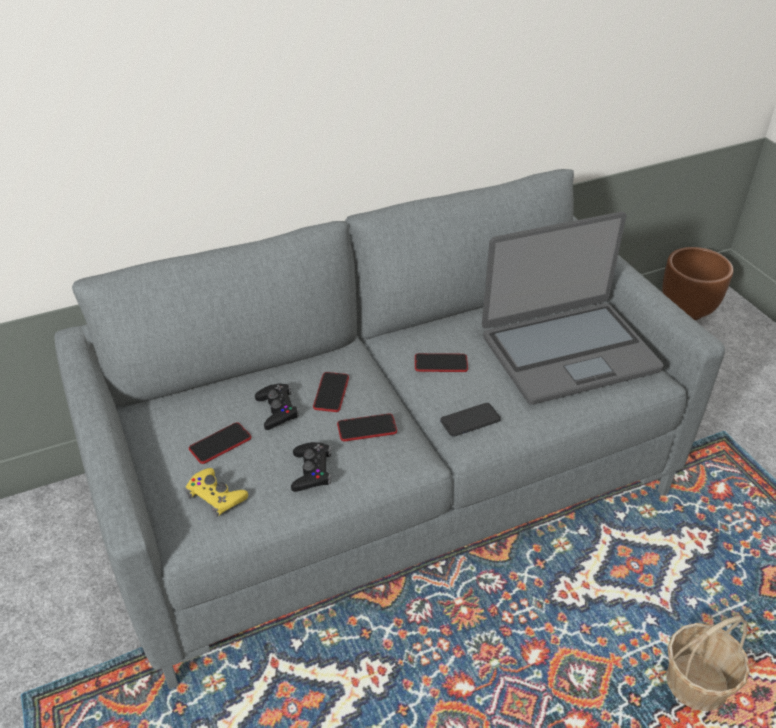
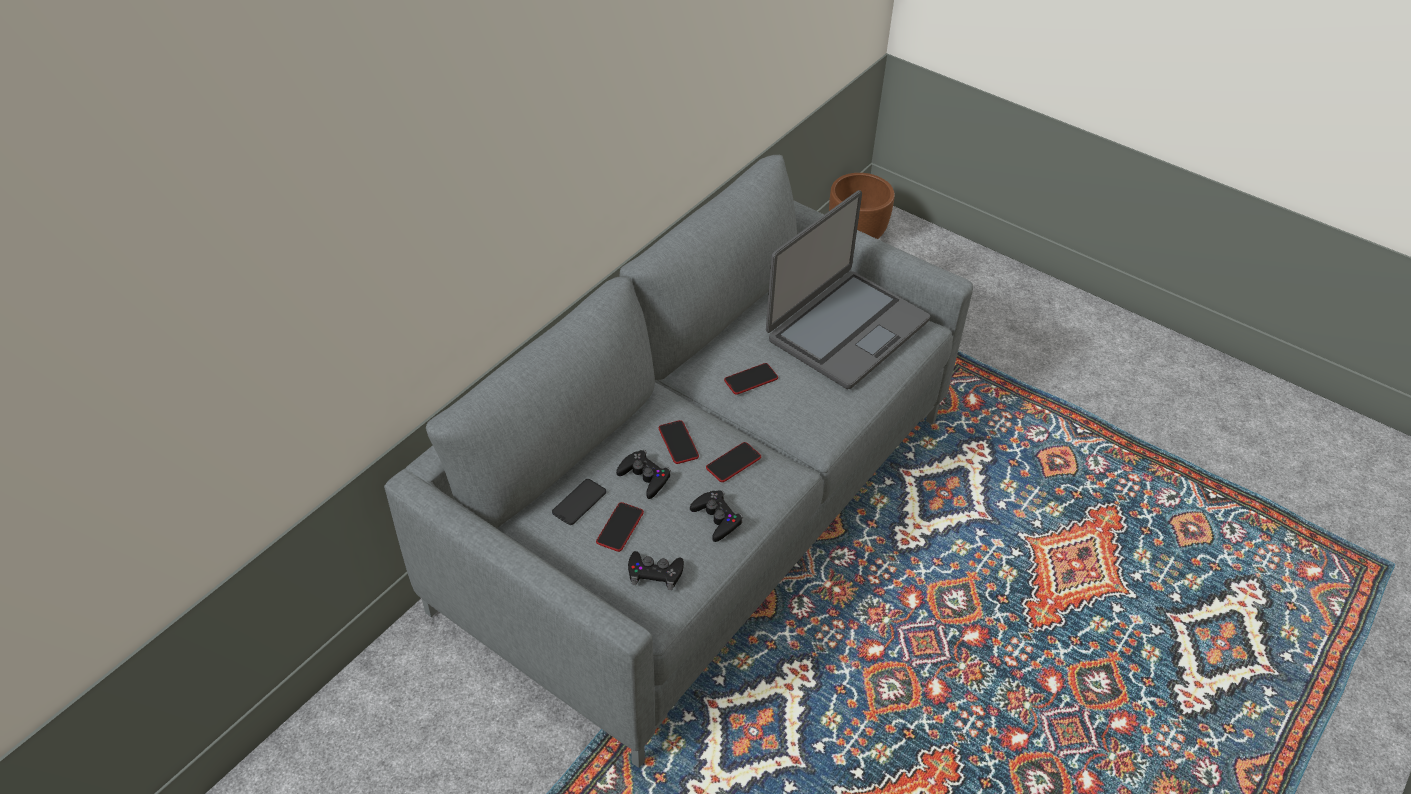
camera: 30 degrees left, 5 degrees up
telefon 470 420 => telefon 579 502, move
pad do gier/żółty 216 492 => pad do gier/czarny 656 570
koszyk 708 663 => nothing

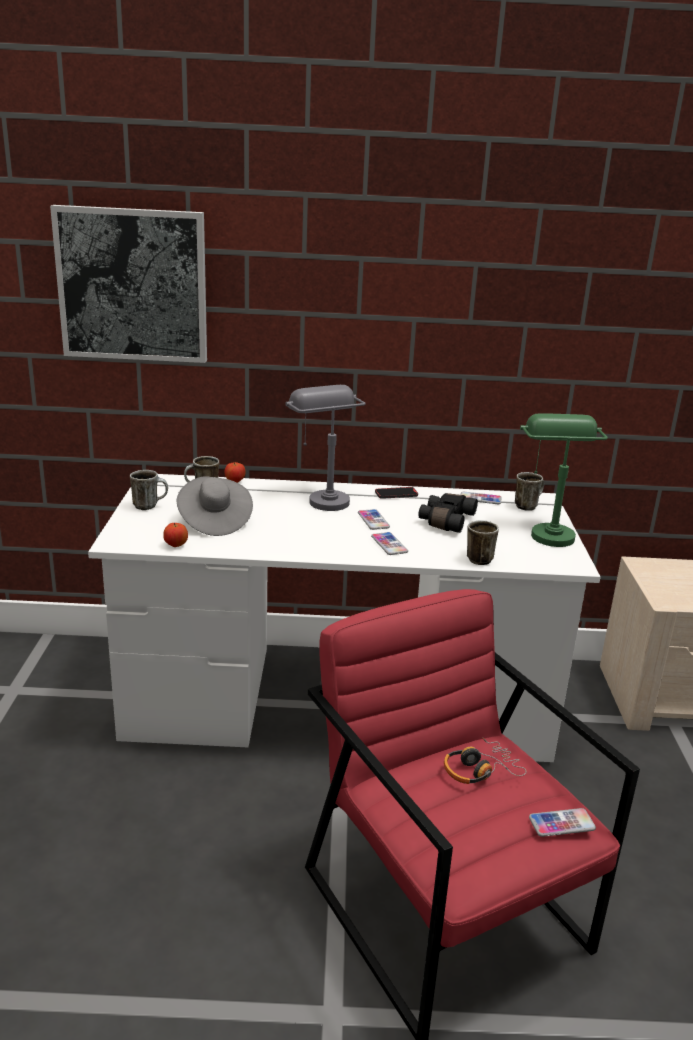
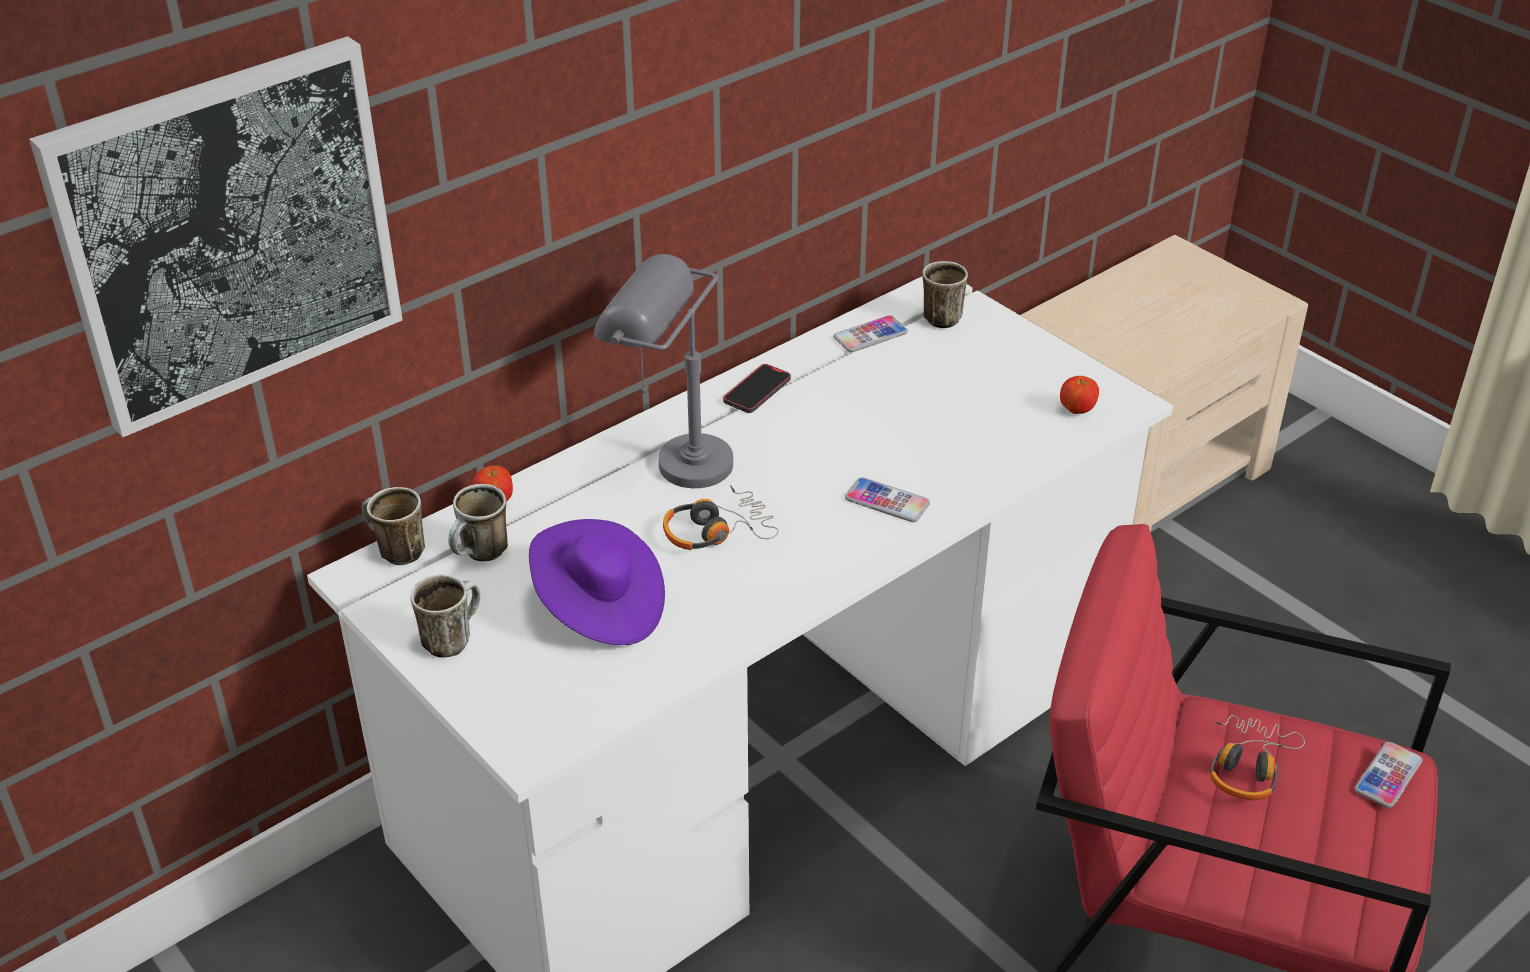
camera: 40 degrees left, 15 degrees up
lampa stołowa/zielony 564 480 => nothing
kapelusz/szary 215 506 => kapelusz/fioletowy 597 582
lornetka/czarny 448 513 => nothing
telefon 374 519 => nothing
kubek 483 542 => kubek 393 526, move
jabłko 175 535 => jabłko 1079 395, move
nothing => słuchawki 720 517

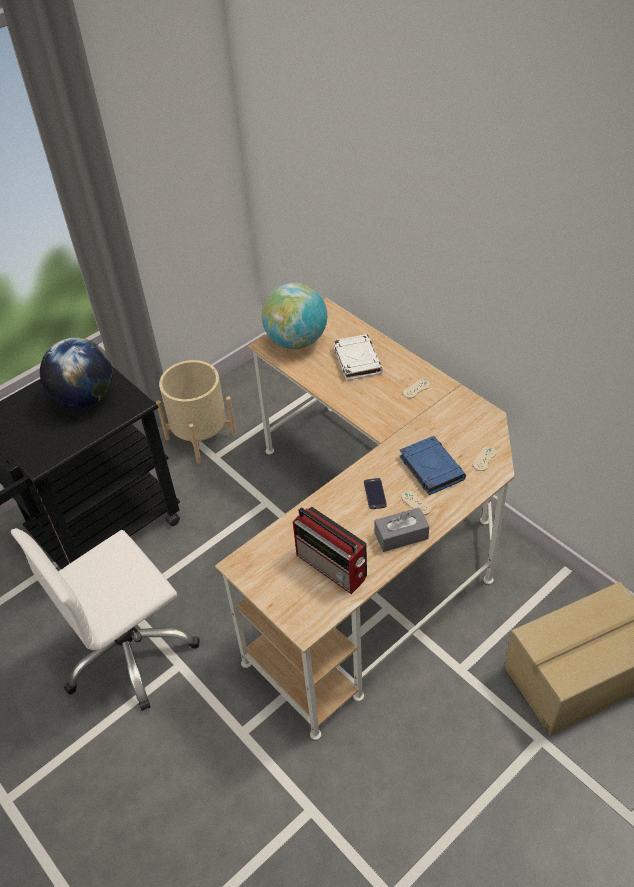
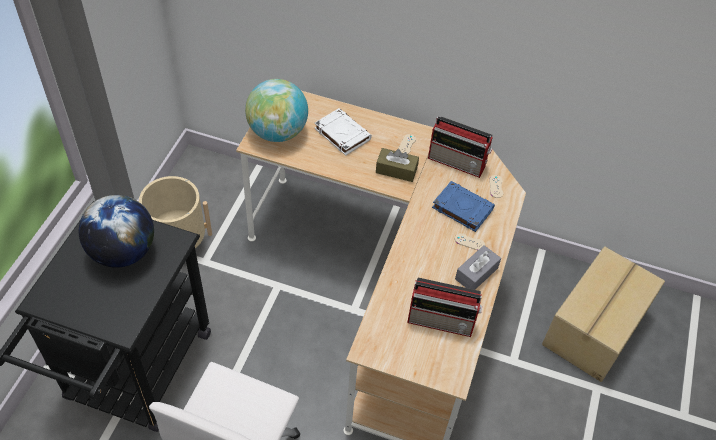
camera: 35 degrees left, 5 degrees up
telefon 375 493 => nothing
nothing => radio 460 147
nothing => pudełko chusteczek/brązowy 397 165

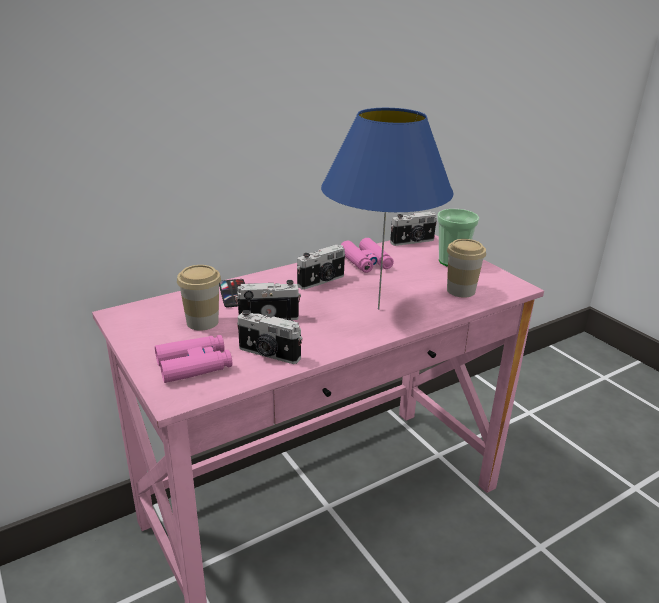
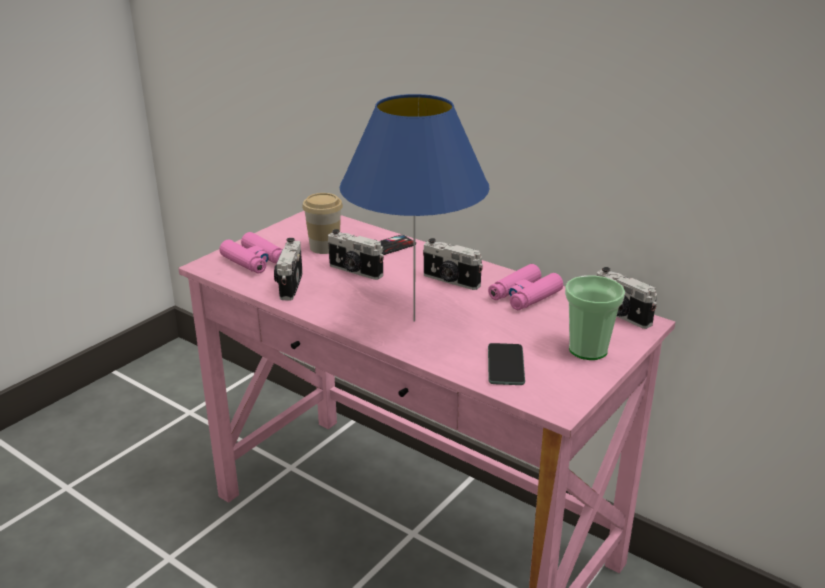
camera: 70 degrees right, 0 degrees up
filiżanka 466 268 => telefon 506 364
aparat fotograficzny 268 300 => aparat fotograficzny 356 254, 150 degrees clockwise

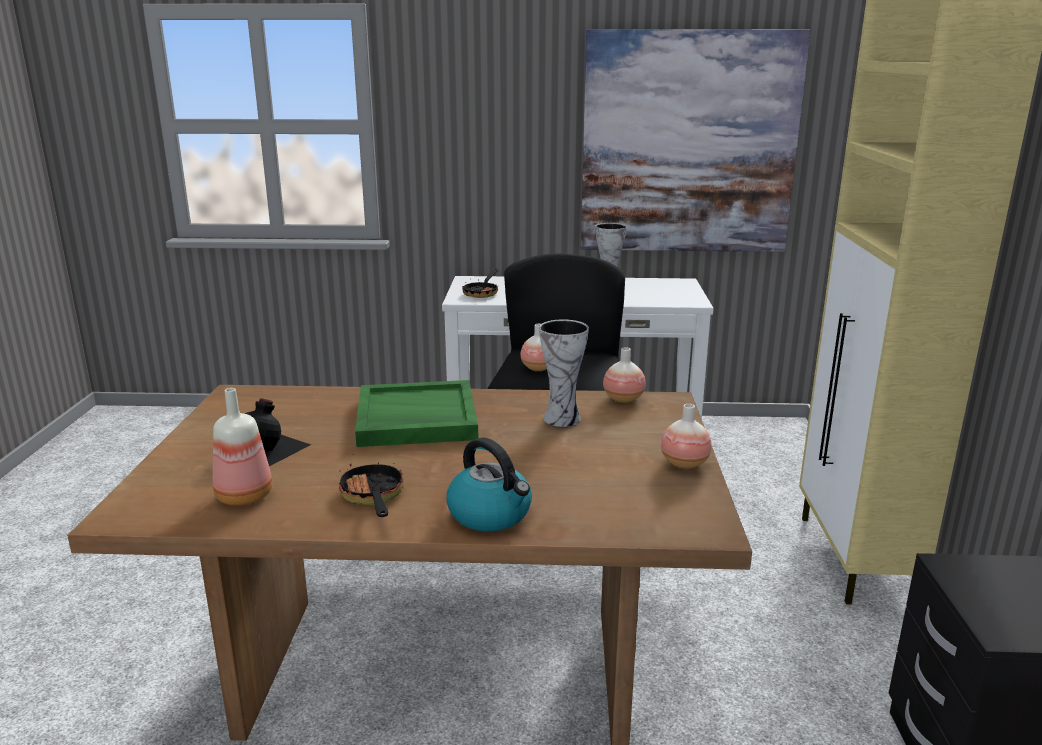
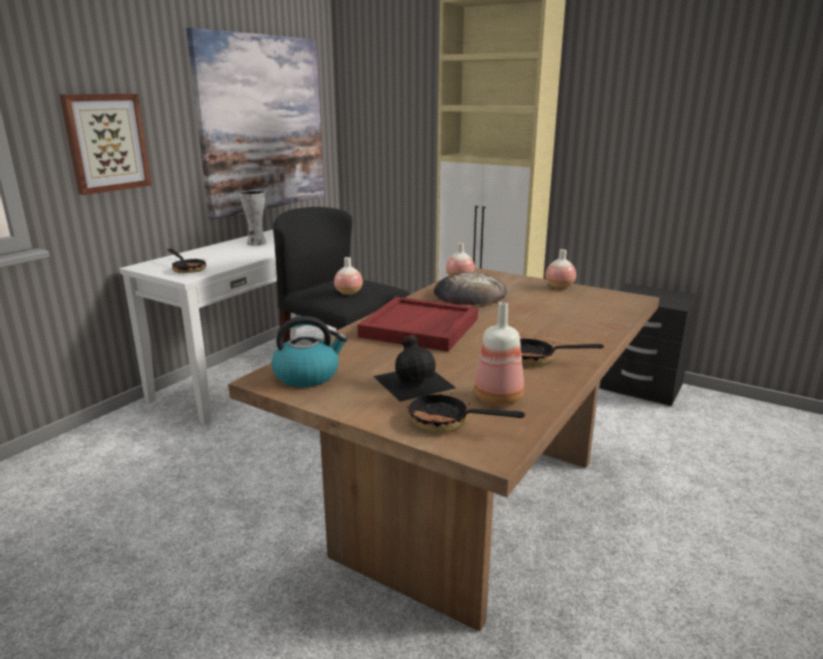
camera: 60 degrees left, 0 degrees up
wazon 564 373 => chleb 470 288
taca/zielony 416 413 => taca/czerwony 418 324
czajnik 489 484 => czajnik 309 351, move
nothing => obraz 105 144
nothing => patelnia 466 412

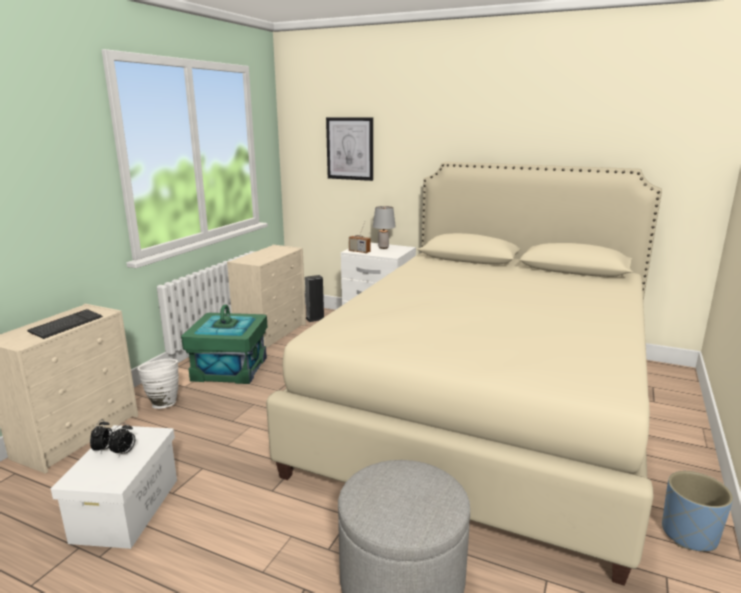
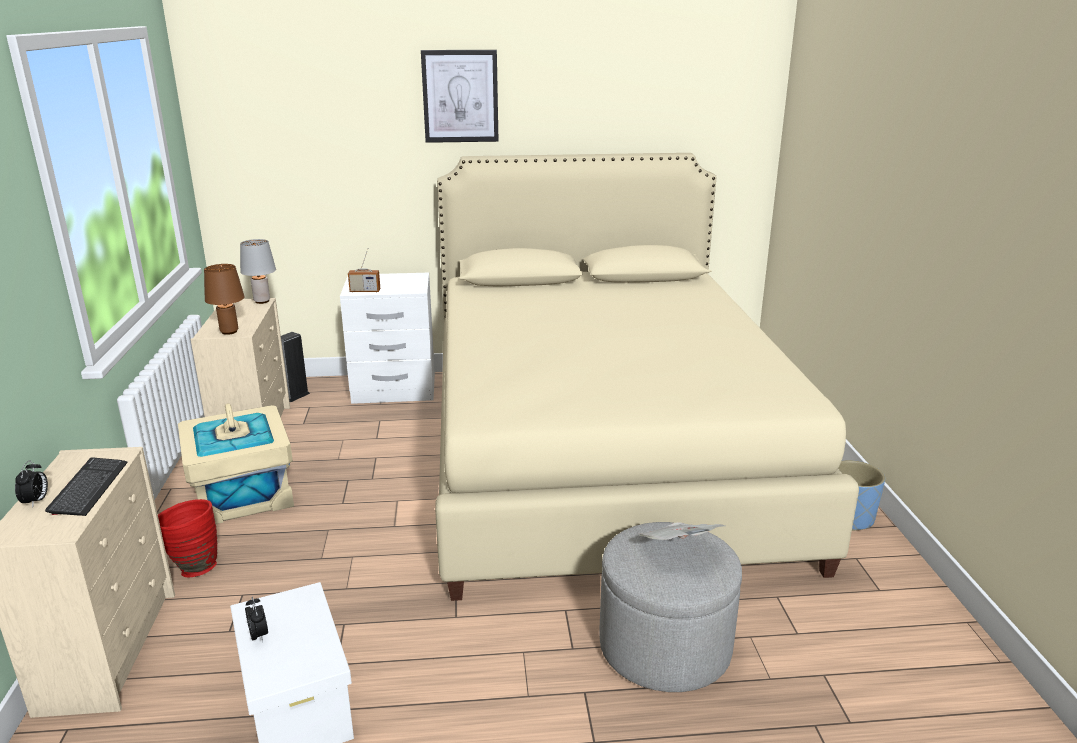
camera: 30 degrees left, 5 degrees up
obraz 349 149 => obraz 460 96, move
lampa stołowa/szary 384 227 => lampa stołowa/szary 258 271, move
pojemnik do przechowywania/zielony 224 344 => pojemnik do przechowywania/beżowy 236 463
wazon/biały 158 384 => wazon/czerwony 187 538
budzik 122 439 => budzik 31 484, move
nothing => lampa stołowa/brązowy 224 299
nothing => gazeta 682 531

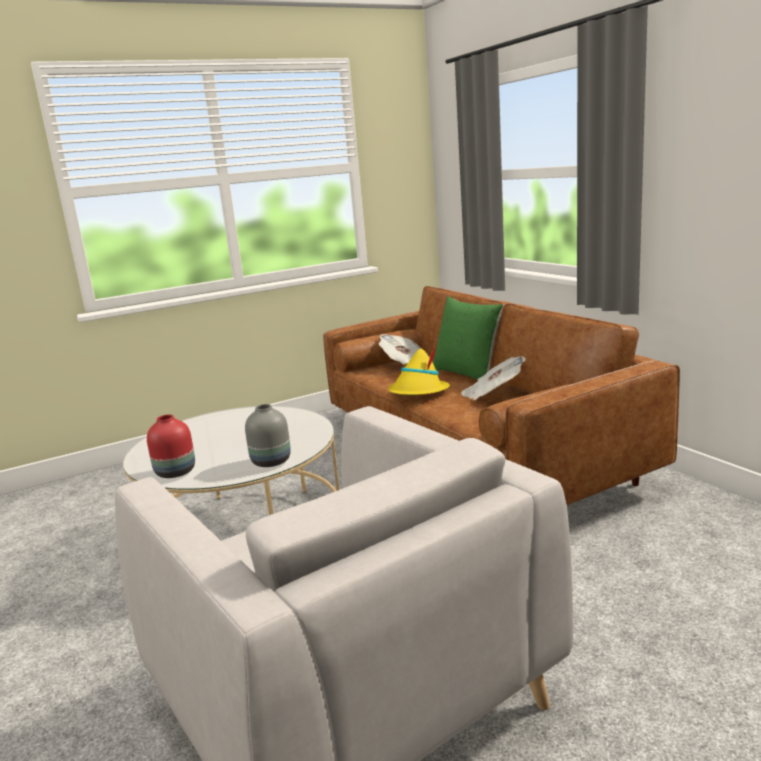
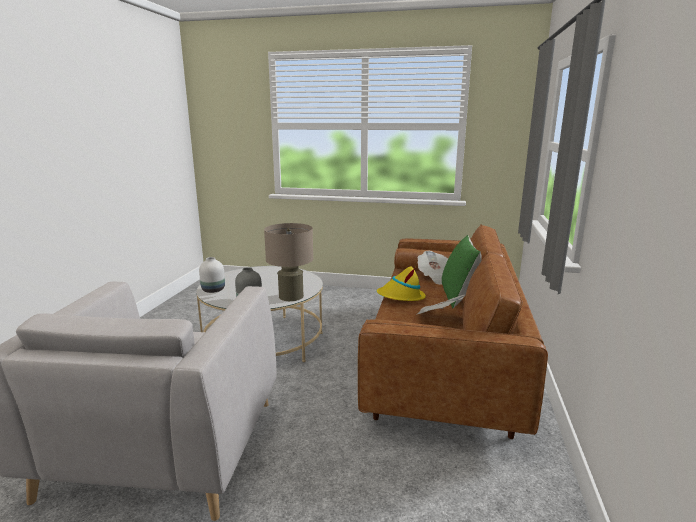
camera: 40 degrees right, 0 degrees up
wazon/czerwony 171 446 => wazon/biały 212 275
nothing => lampa stołowa/beżowy 288 262

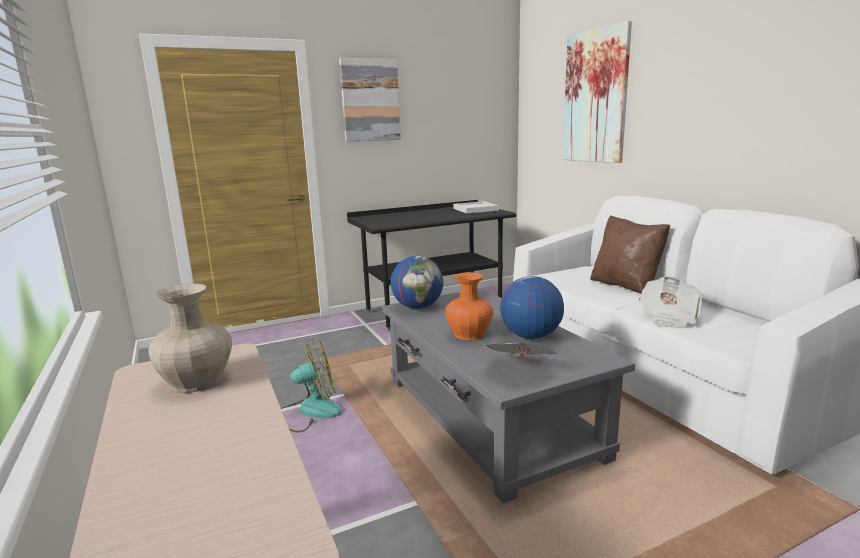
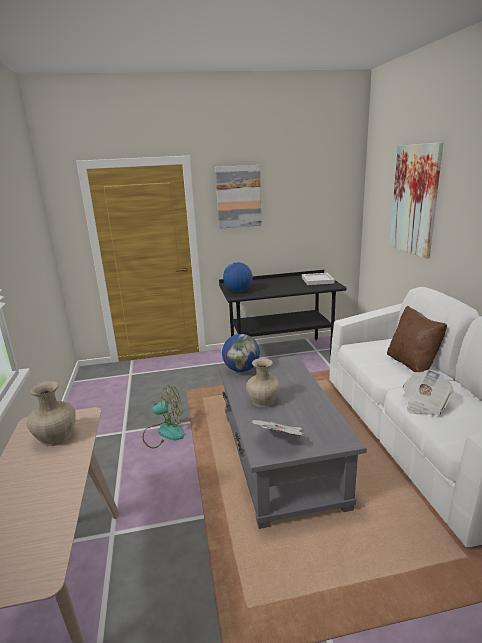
camera: 15 degrees right, 5 degrees up
wazon/pomarańczowy 469 306 => wazon/beżowy 263 382
globus 532 307 => globus 238 277, move

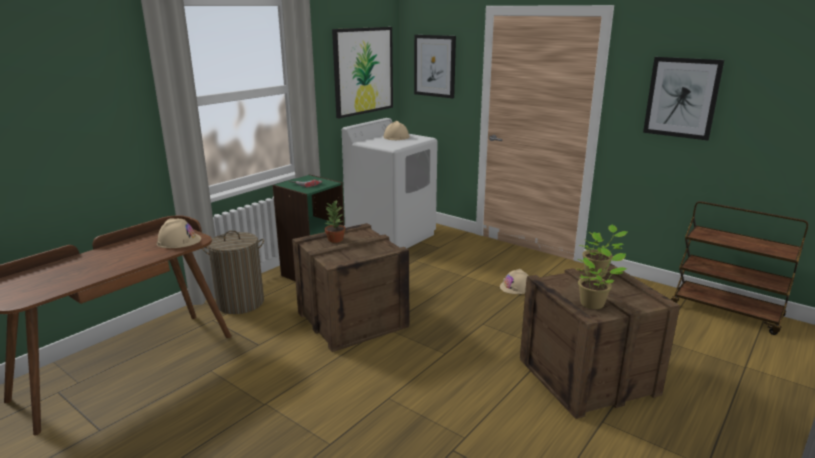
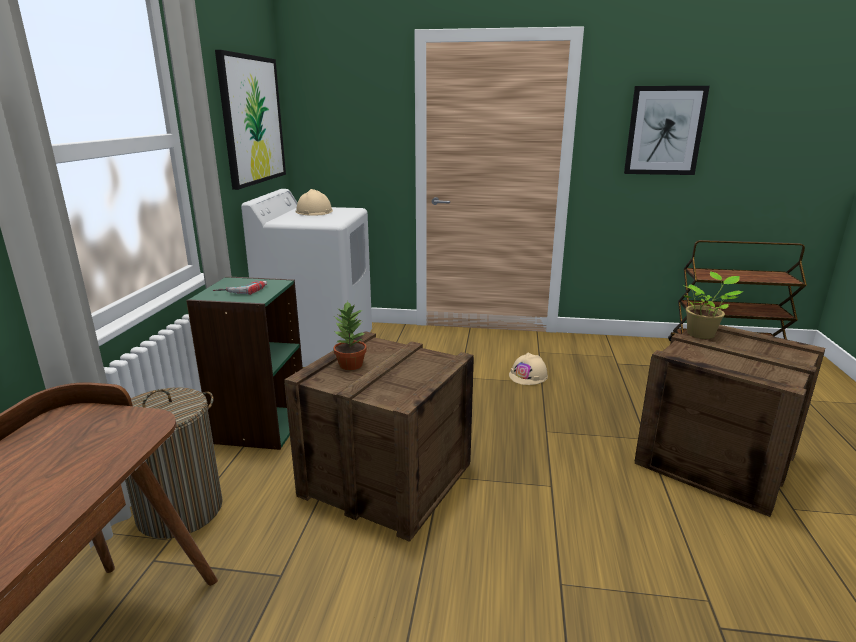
camera: 30 degrees left, 0 degrees up
obraz 435 66 => nothing
kask/beżowy 179 233 => nothing
roślina doniczkowa 602 278 => nothing

